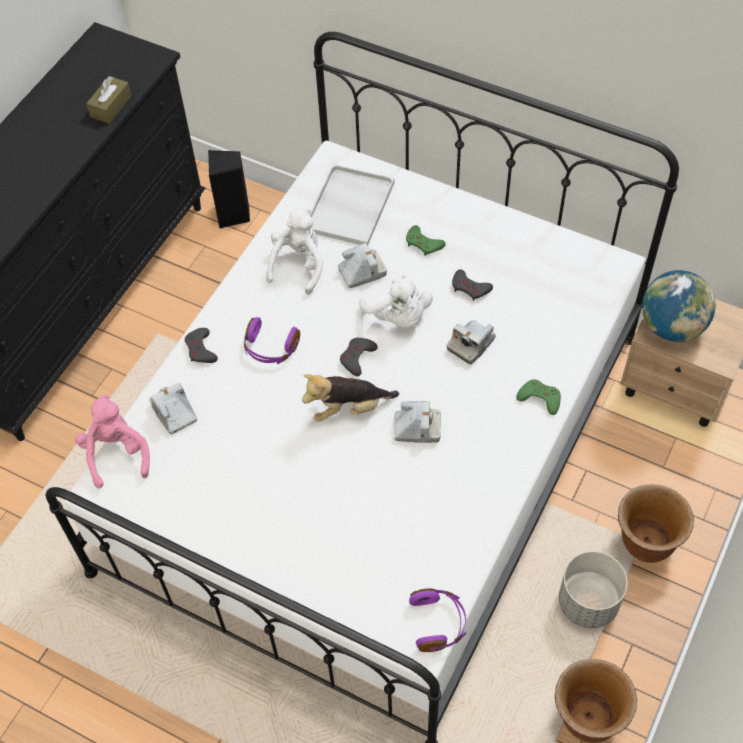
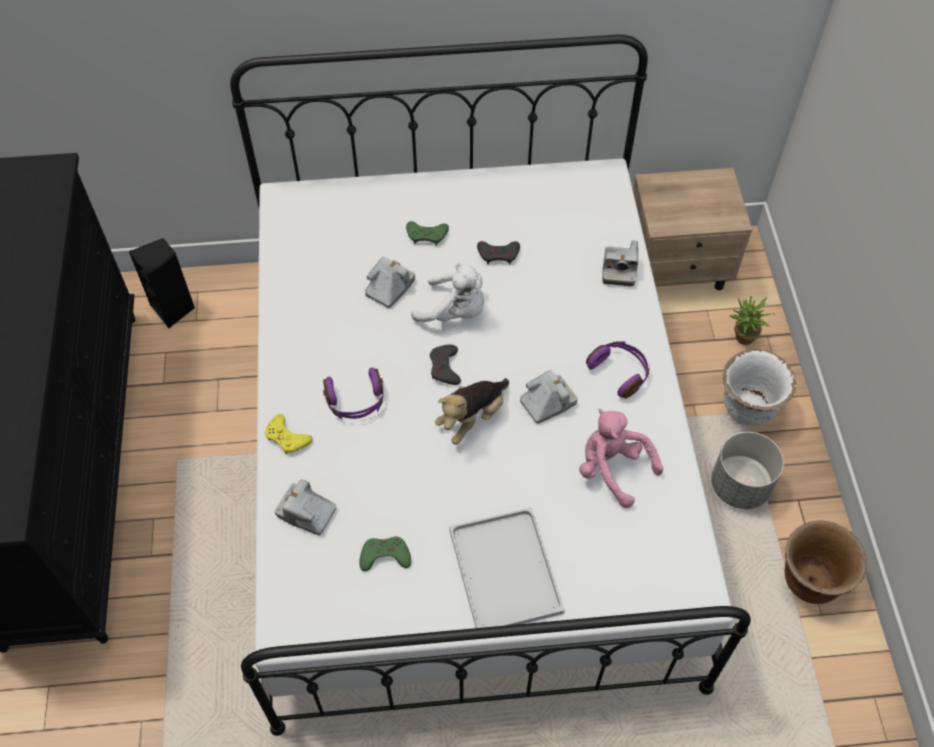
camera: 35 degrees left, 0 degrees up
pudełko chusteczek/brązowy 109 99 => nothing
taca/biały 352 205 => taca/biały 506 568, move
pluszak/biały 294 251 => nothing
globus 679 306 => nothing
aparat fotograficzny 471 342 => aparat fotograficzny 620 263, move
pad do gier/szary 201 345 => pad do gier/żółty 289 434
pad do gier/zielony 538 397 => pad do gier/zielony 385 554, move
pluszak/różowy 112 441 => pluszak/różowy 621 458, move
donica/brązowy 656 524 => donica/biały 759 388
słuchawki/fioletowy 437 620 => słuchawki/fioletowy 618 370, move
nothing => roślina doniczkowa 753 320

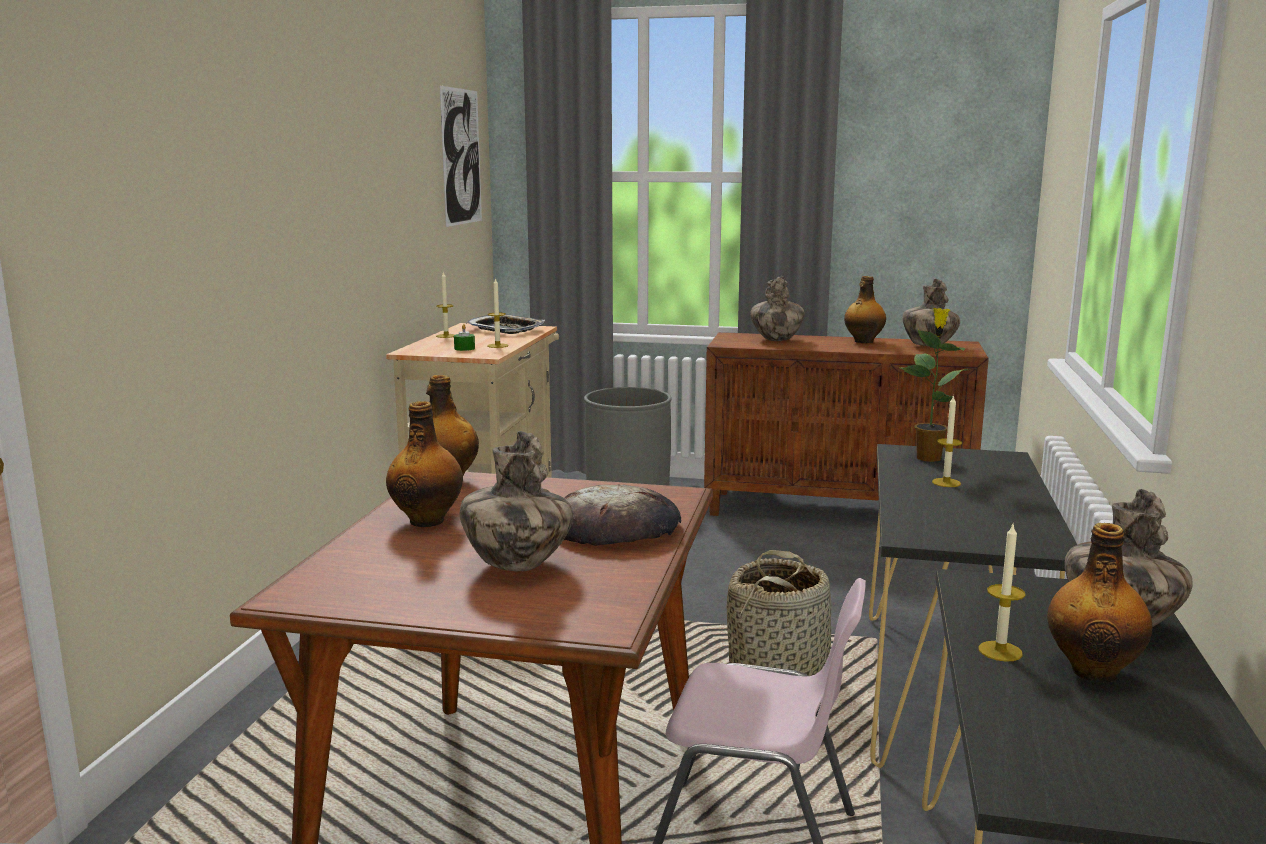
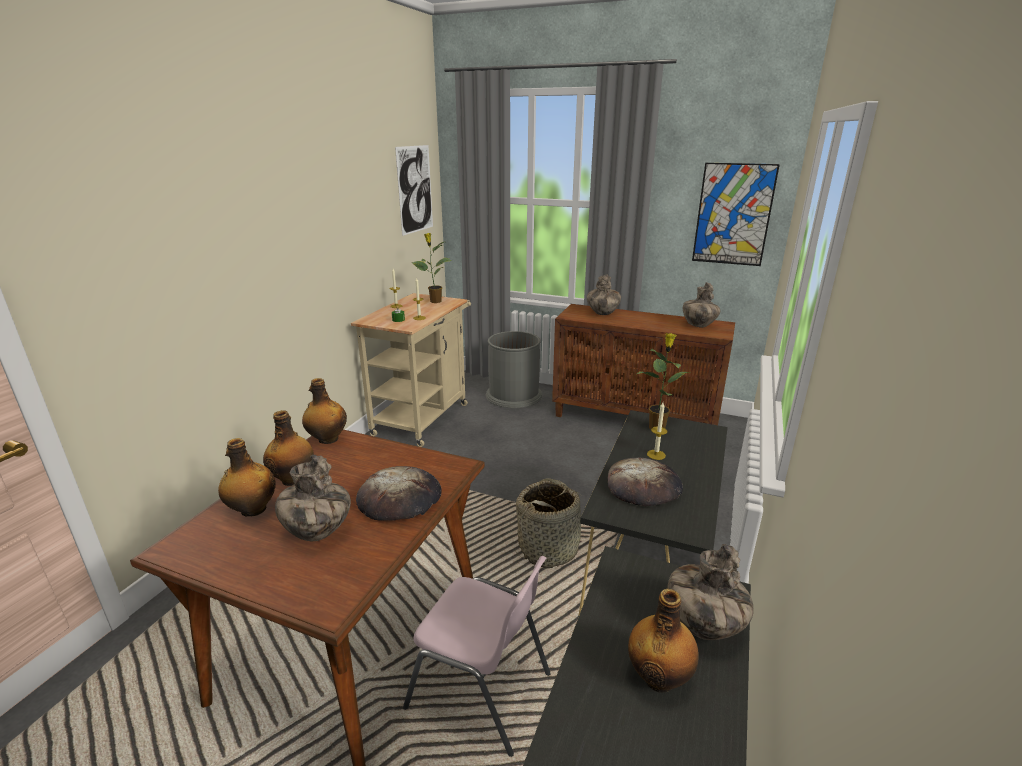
camera: 10 degrees right, 10 degrees up
butelka 865 309 => butelka 247 477, move
taca 505 324 => roślina doniczkowa 431 268
świeca 1002 592 => nothing
nothing => obraz 736 214
nothing => chleb 645 481

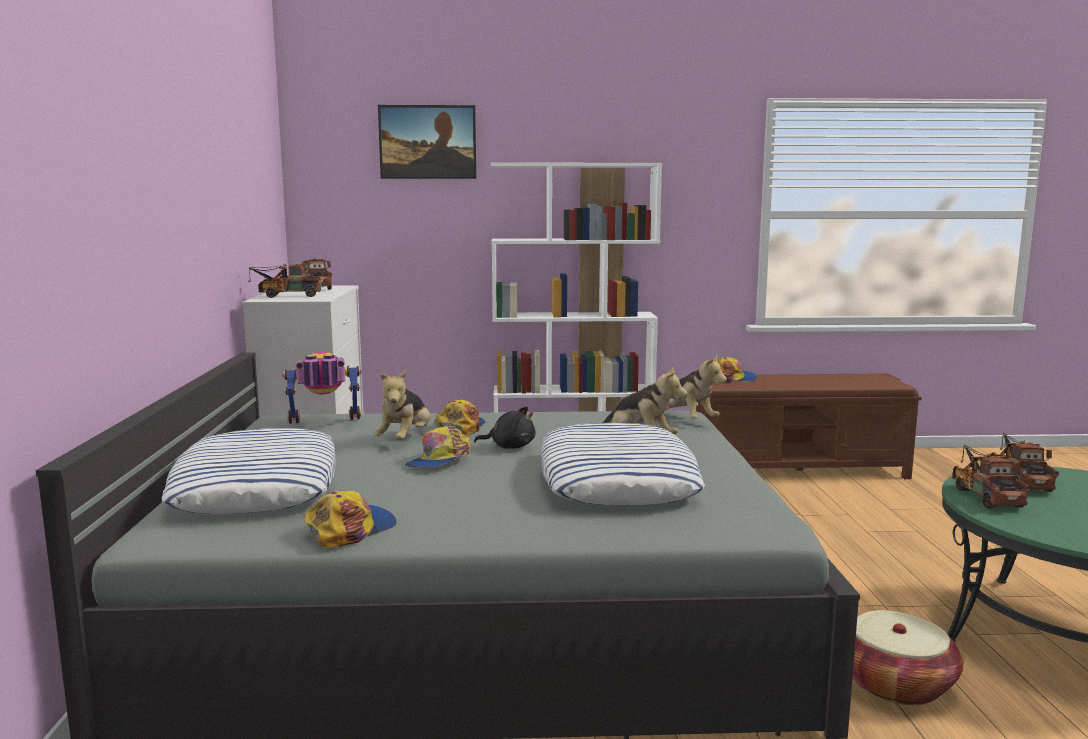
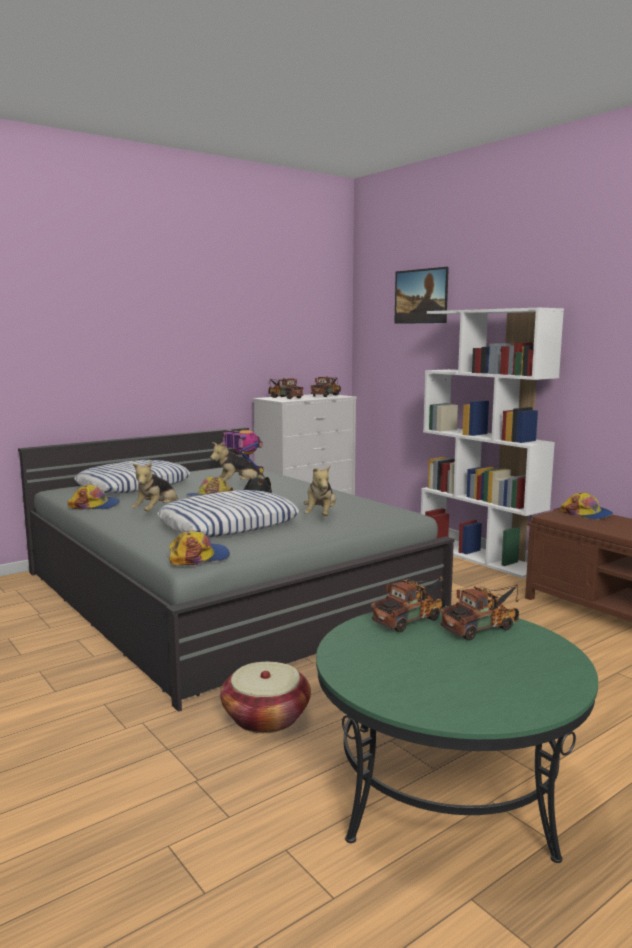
camera: 55 degrees right, 0 degrees up
pluszak 697 386 => pluszak 154 486, move
czapka z daszkiem 460 417 => czapka z daszkiem 199 548, move

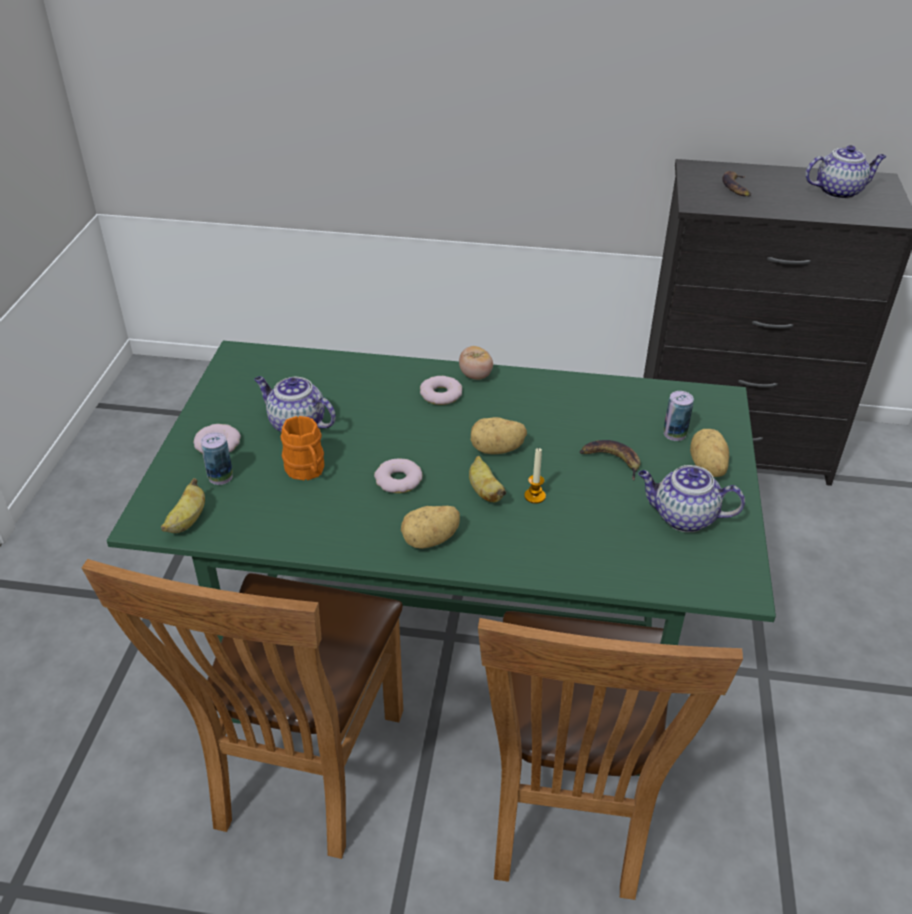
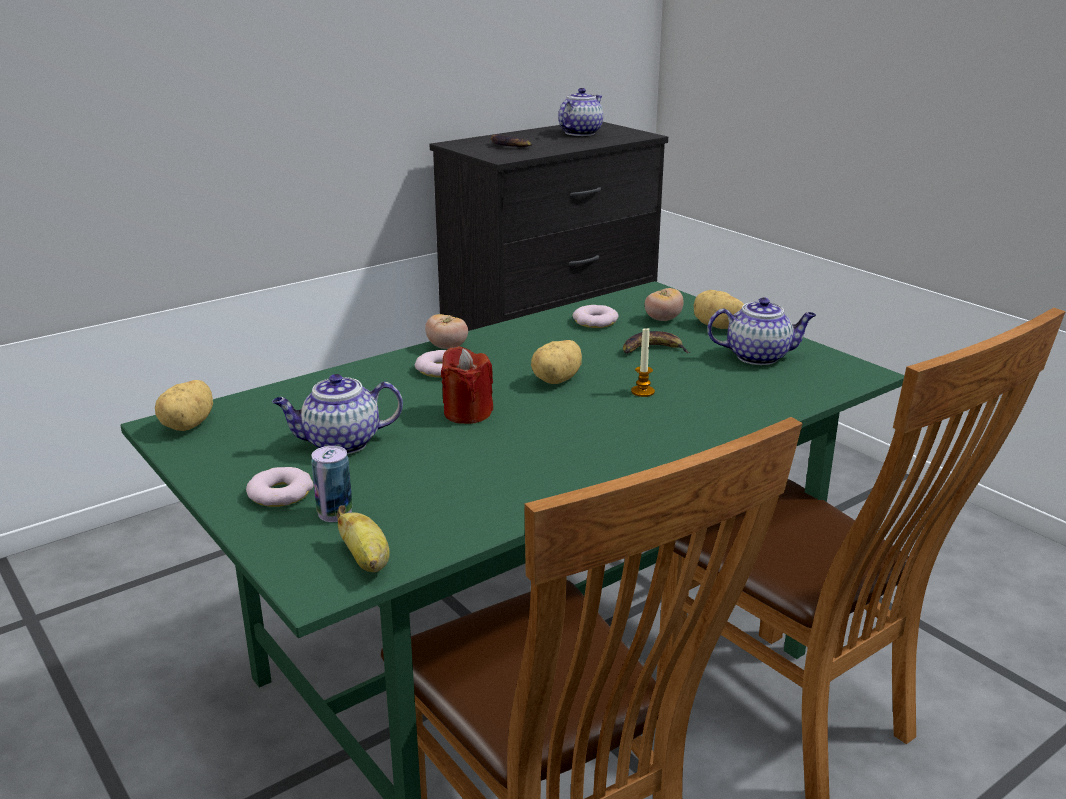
camera: 45 degrees left, 15 degrees down
puszka 679 416 => pomidor 664 304
kubek/pomarańczowy 302 448 => nothing
banan 487 479 => nothing
donut 398 475 => donut 595 316, move
imbryk 691 498 => imbryk 761 331, 150 degrees counterclockwise
ziemniak 430 527 => ziemniak 184 405, move
nothing => świeca/czerwony 467 385

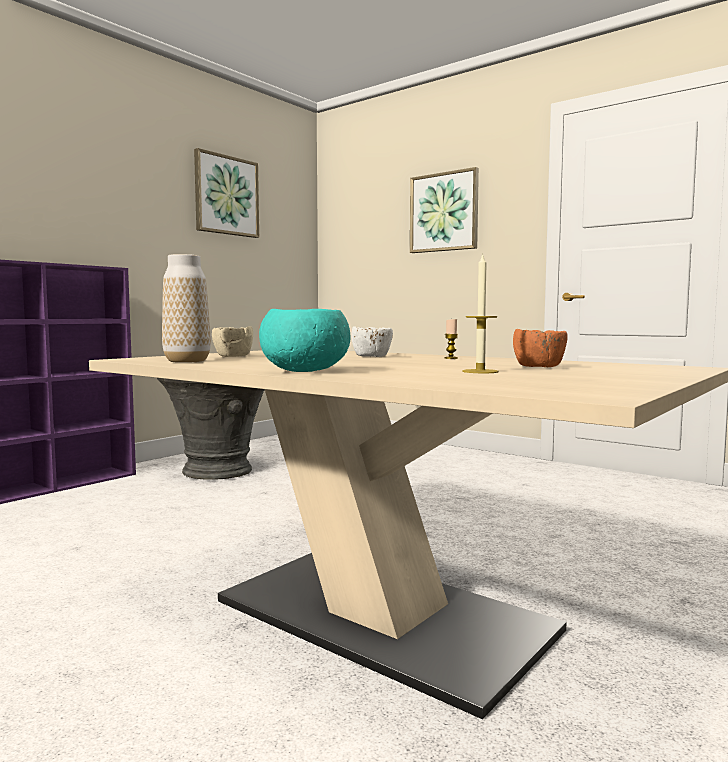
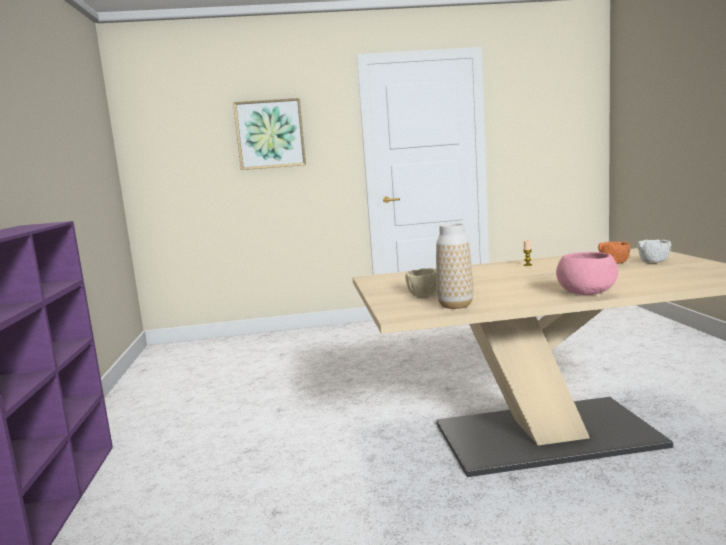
camera: 45 degrees left, 5 degrees up
obraz 226 193 => nothing
świeca 480 313 => nothing
miska/turkusowy 304 340 => miska/różowy 587 273
miska/biały 372 341 => miska/biały 654 251, move
donica/szary 211 429 => nothing

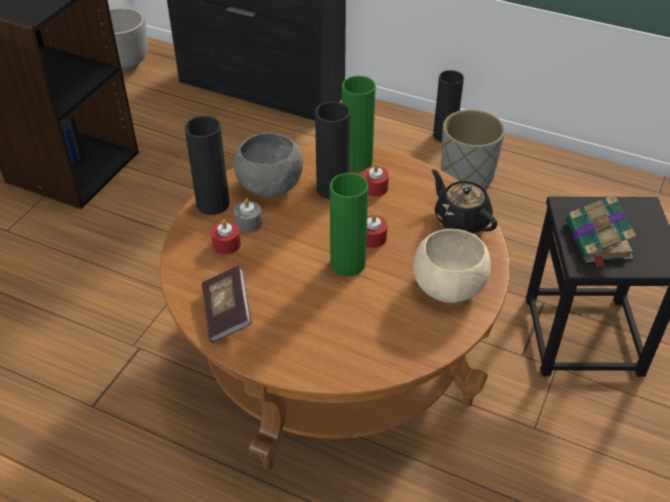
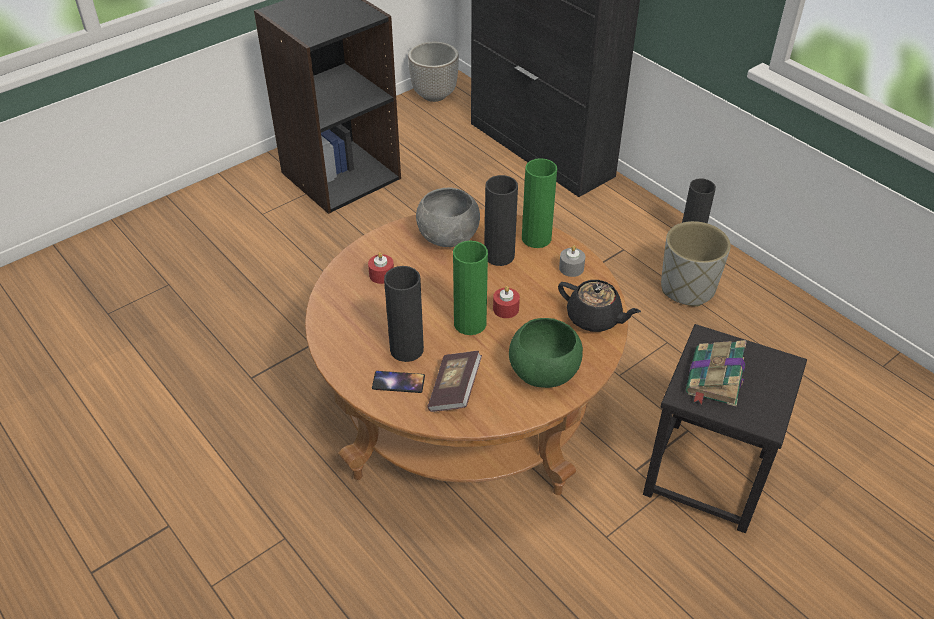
camera: 25 degrees right, 0 degrees up
wazon/czarny 207 165 => wazon/czarny 404 314, move
świeca/czerwony 376 180 => nothing
imbryk/czarny 465 201 => imbryk/czarny 599 306, 135 degrees clockwise
świeca/szary 248 215 => świeca/szary 572 261, move
miska/beżowy 452 266 => miska/zielony 546 353
książka 227 304 => książka 454 381, move
nothing => telefon 398 382

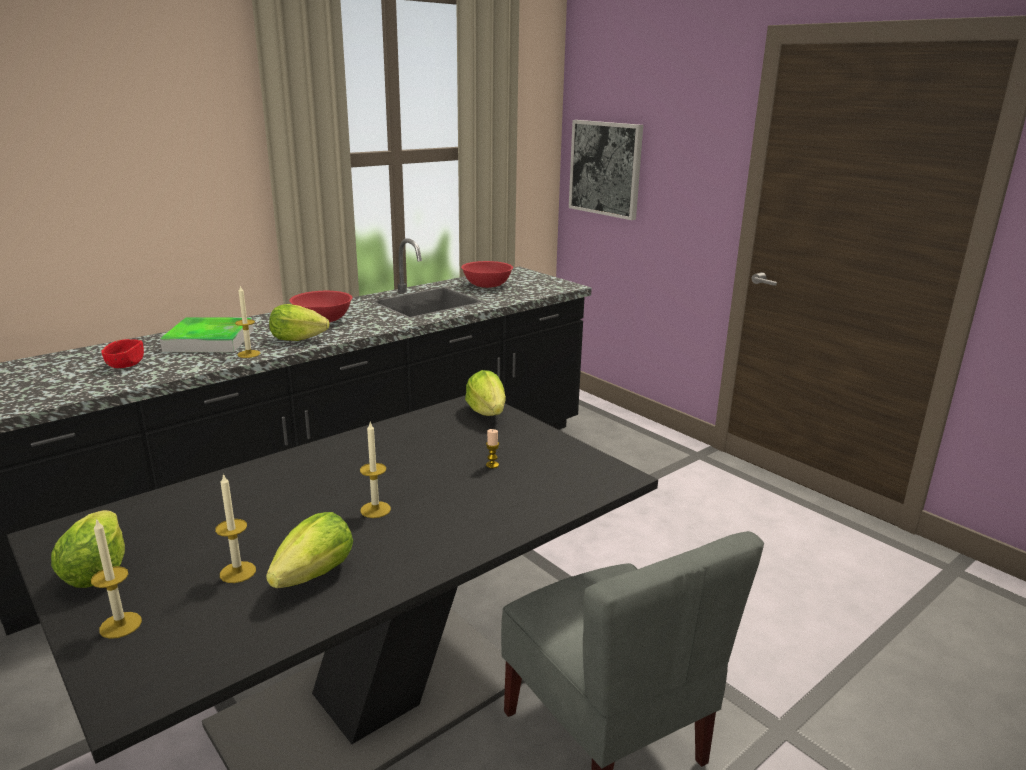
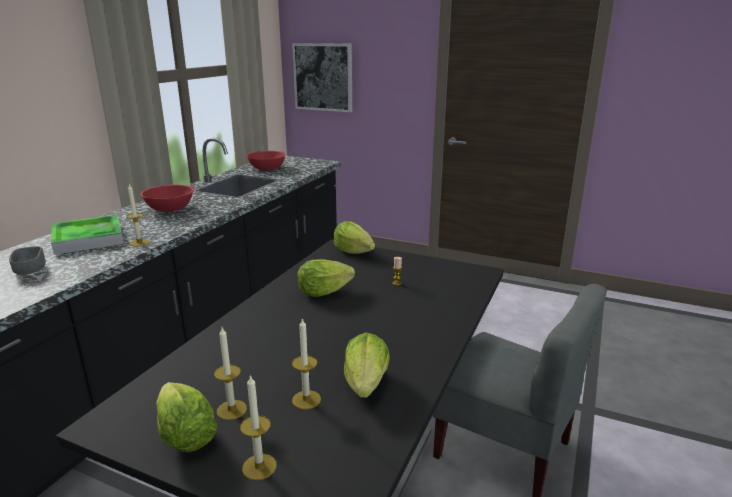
camera: 25 degrees left, 0 degrees up
sałata 299 322 => sałata 326 278, move
miska/czerwony 122 353 => miska/szary 27 260
świeca 375 470 => świeca 230 374, move

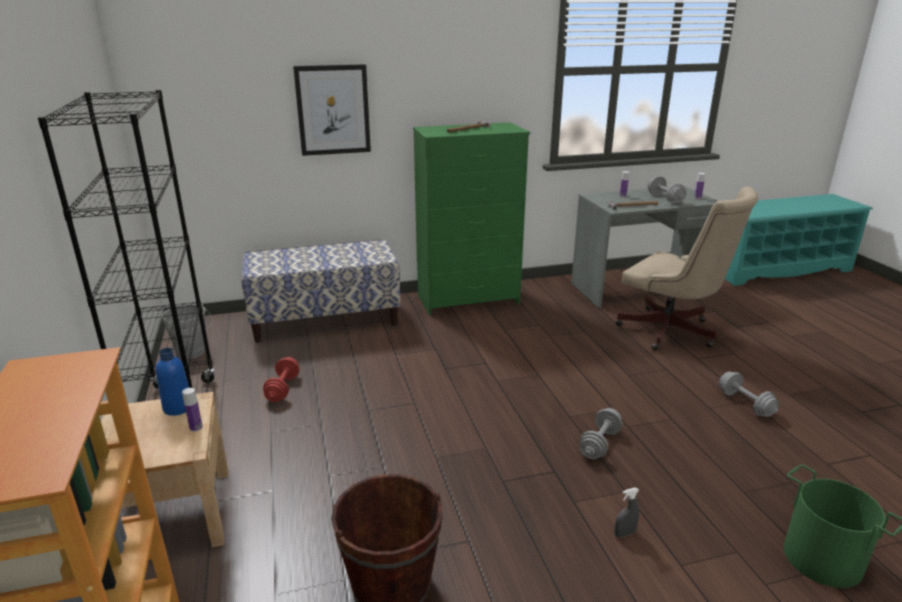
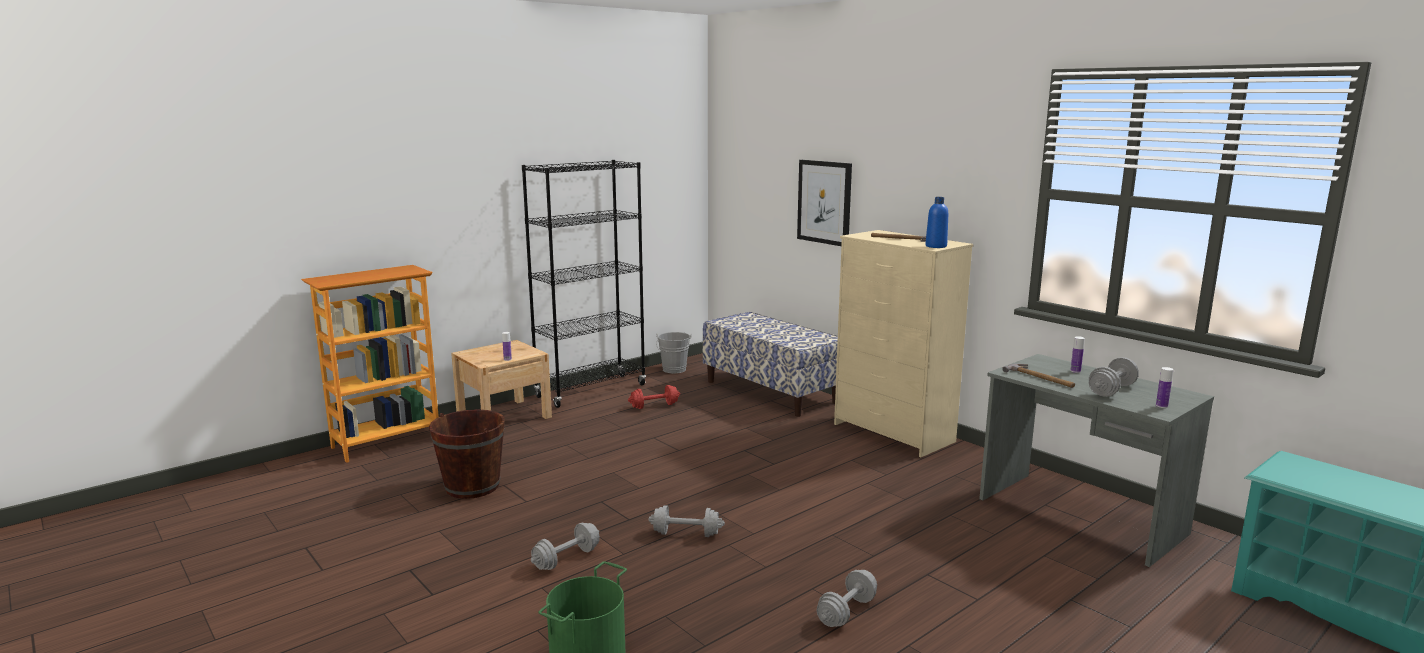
camera: 65 degrees right, 10 degrees down
komoda/zielony 471 218 => komoda/beżowy 903 343
krzesło biurowe/beżowy 686 268 => nothing
butelka/niebieski 172 382 => butelka/niebieski 936 222, move
spryskiwacz/szary 627 513 => hantel/szary 565 546

